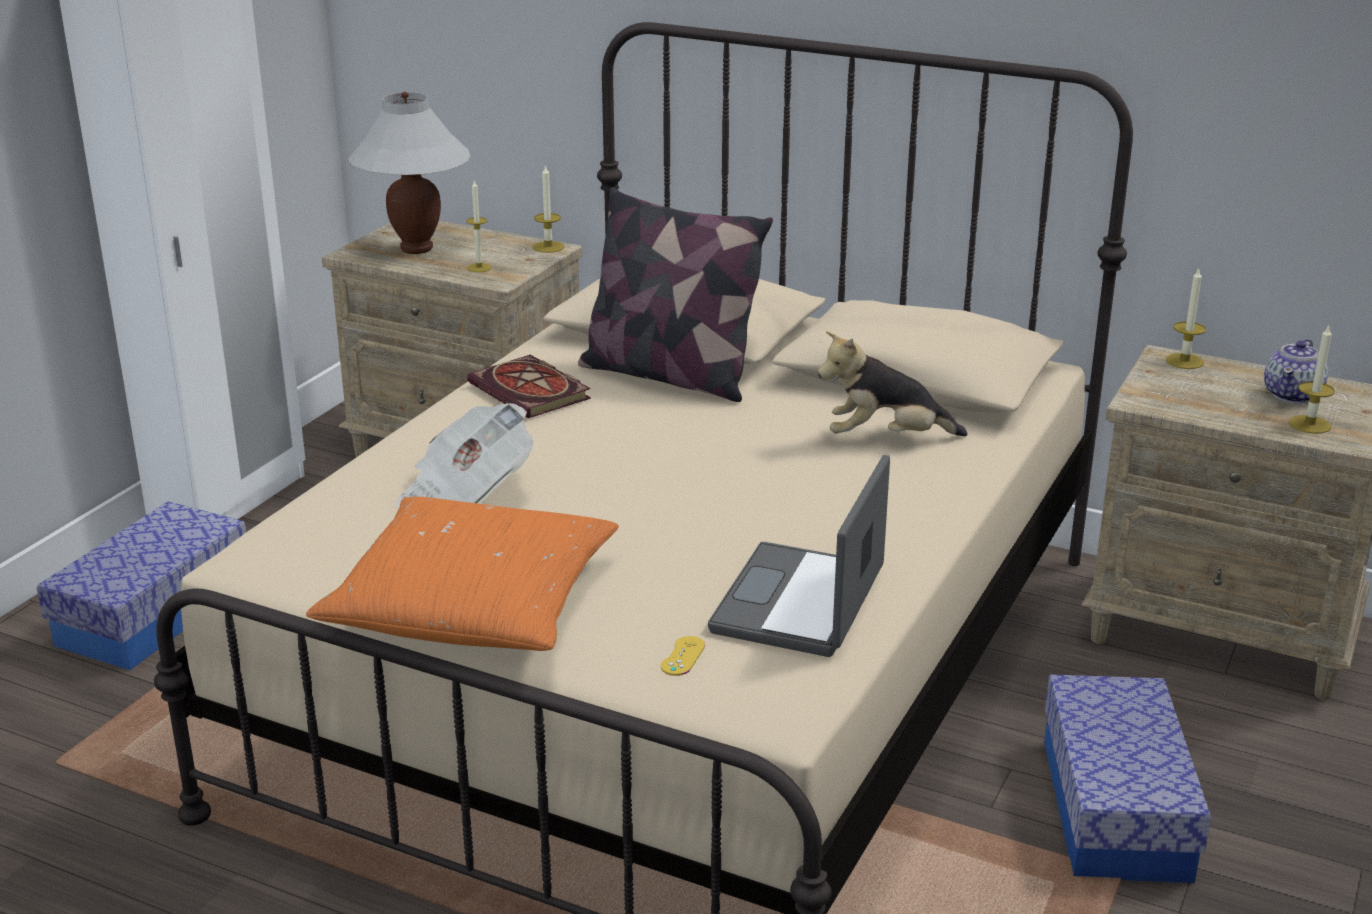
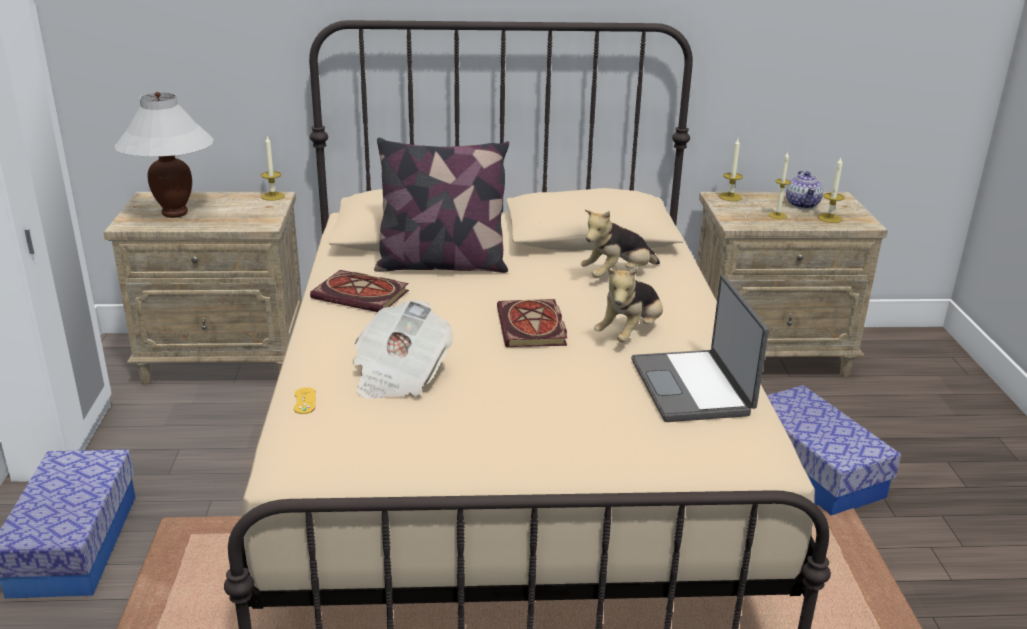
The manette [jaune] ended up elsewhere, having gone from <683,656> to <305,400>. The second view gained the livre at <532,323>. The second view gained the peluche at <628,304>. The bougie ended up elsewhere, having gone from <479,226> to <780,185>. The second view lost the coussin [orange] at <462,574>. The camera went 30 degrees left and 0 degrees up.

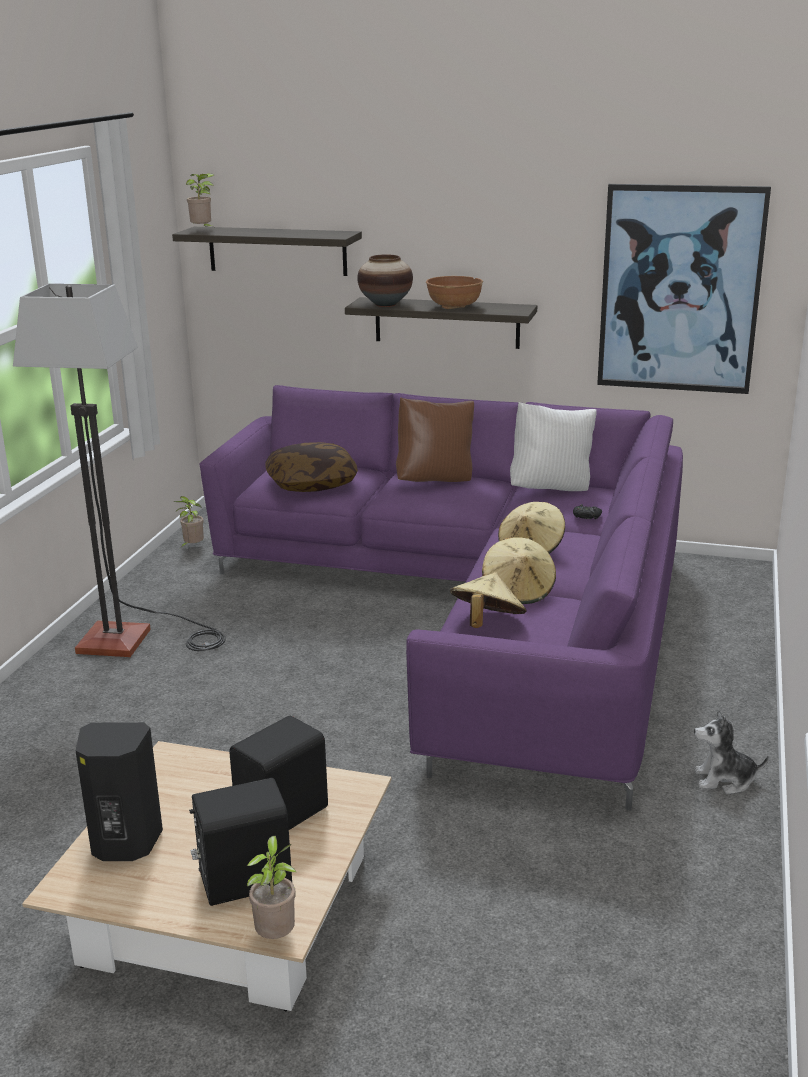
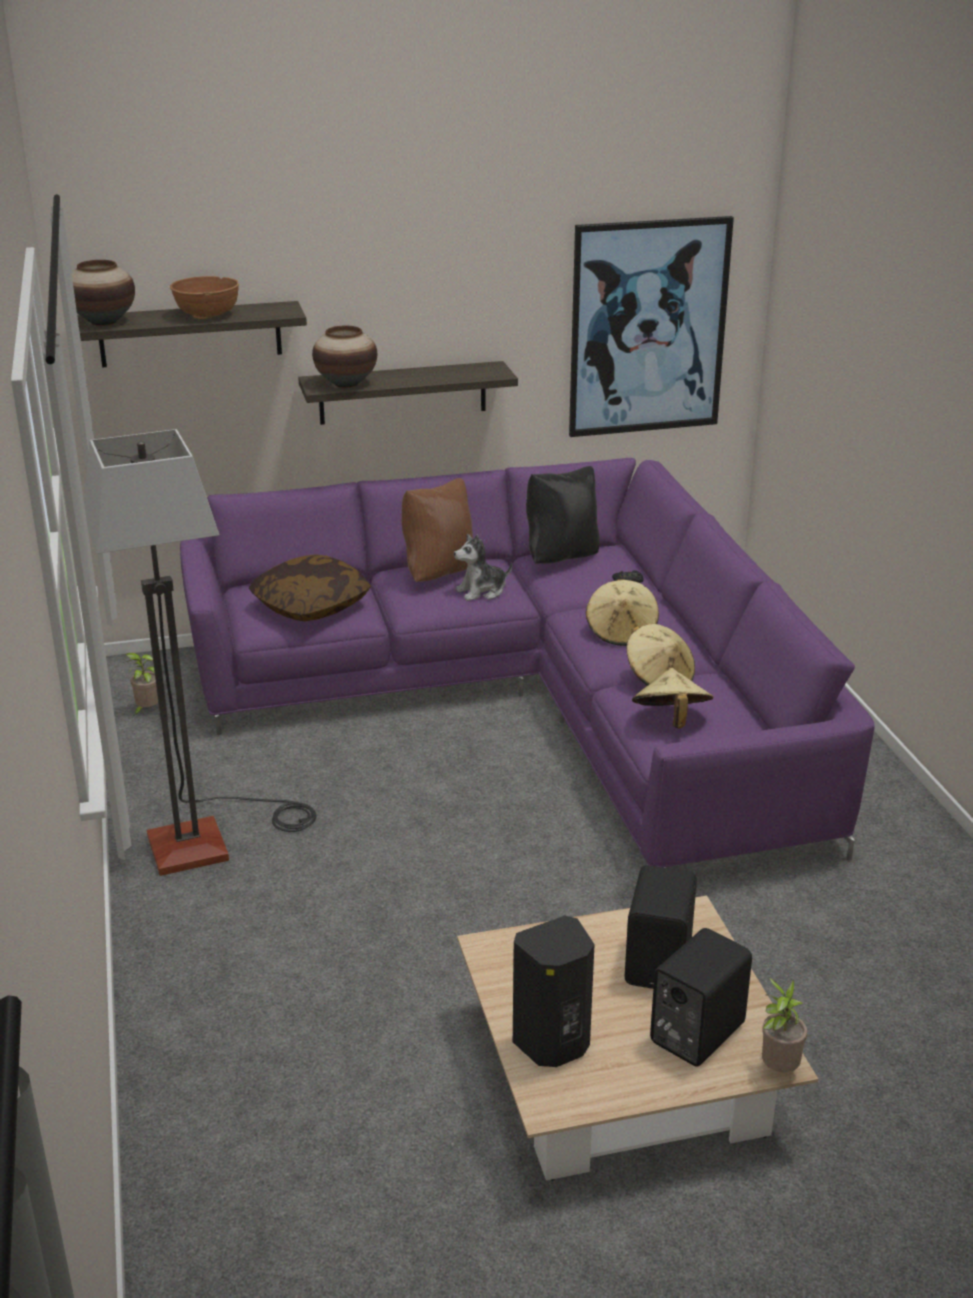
Where the plante en pot stood at <200,200>, the vase came to stand at <103,293>. The bol [marron] ended up elsewhere, having gone from <454,292> to <204,297>. The peluche ended up elsewhere, having gone from <731,752> to <483,567>. What was the coussin [blanc] at <553,446> turned into the coussin [noir] at <563,515>. The camera went 30 degrees left and 5 degrees up.

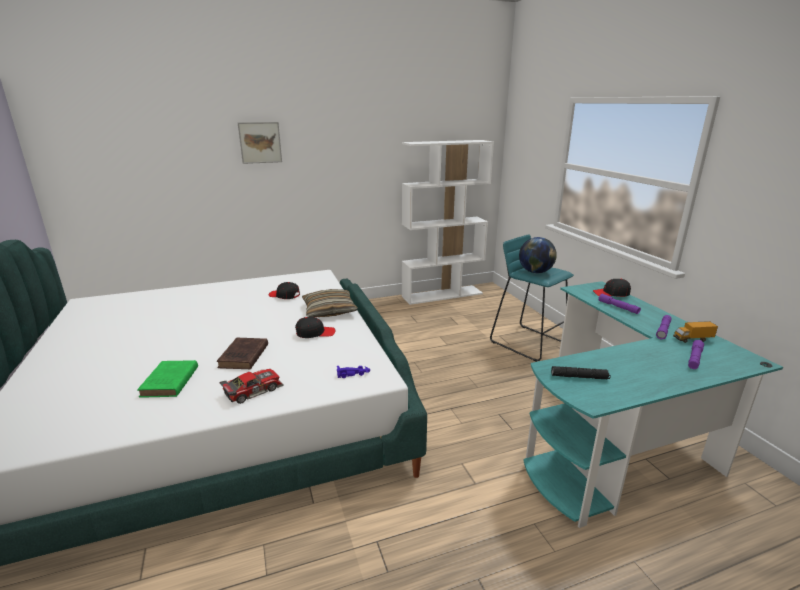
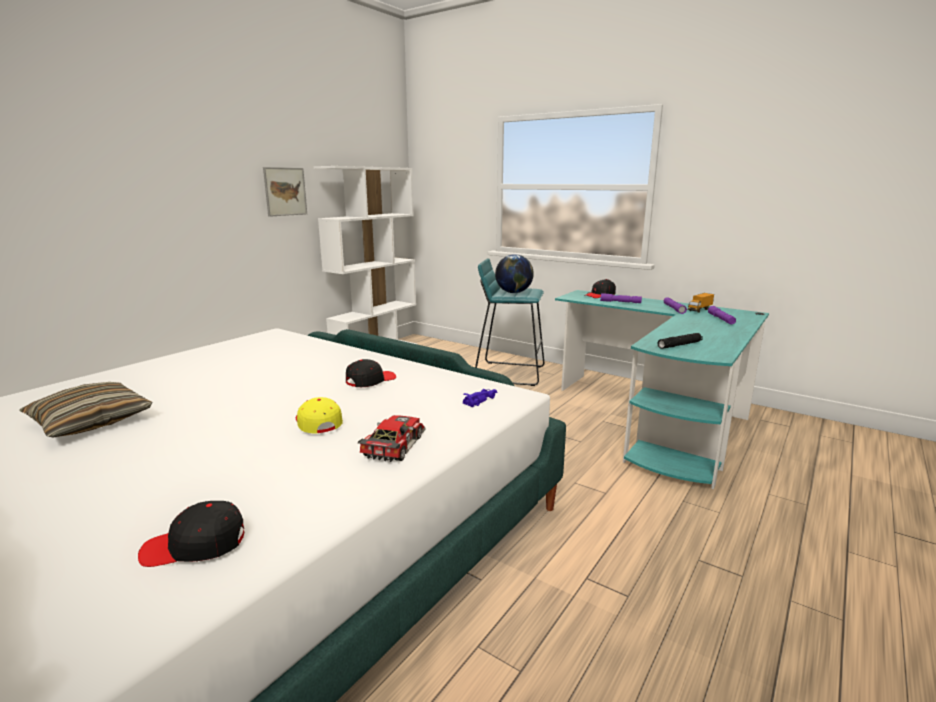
The coussin ended up elsewhere, having gone from <330,303> to <85,409>. The casquette [noir] ended up elsewhere, having gone from <284,290> to <191,534>. The tableau ended up elsewhere, having gone from <260,143> to <285,192>. Where the livre [marron] stood at <242,353>, the casquette [jaune] came to stand at <319,415>. The second view lost the livre [vert] at <167,378>. The camera went 35 degrees left and 5 degrees down.

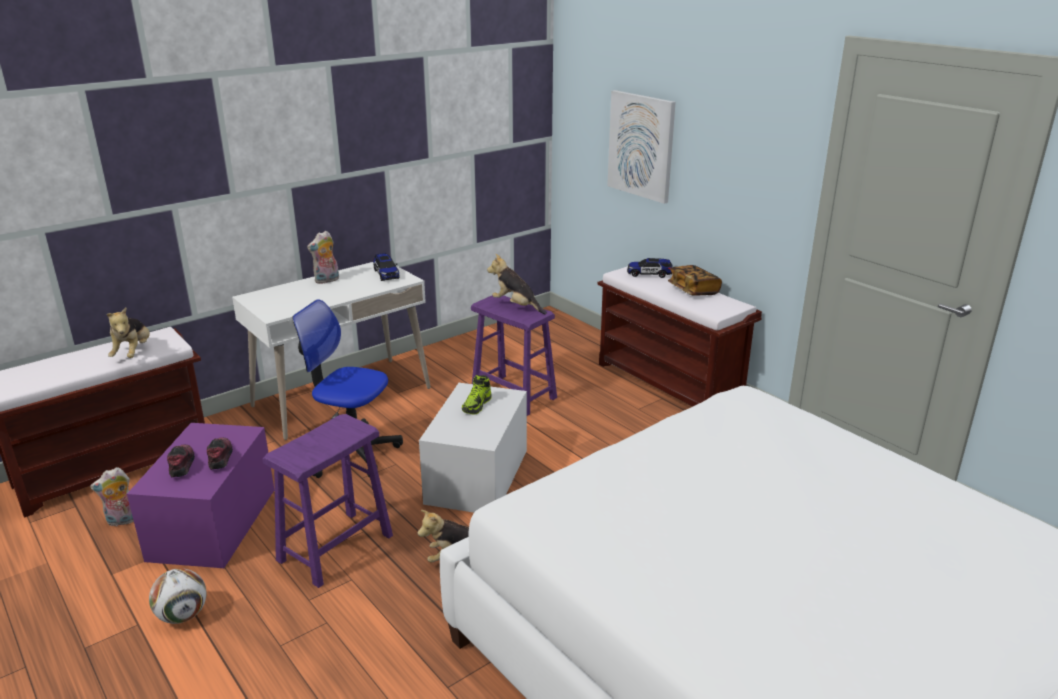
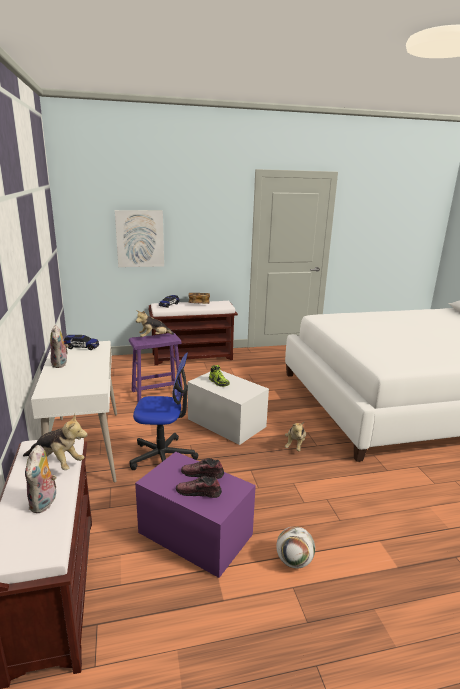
The peluche ended up elsewhere, having gone from <112,497> to <41,479>. The chaise de bureau at <348,388> ended up facing another way, 135 degrees counterclockwise from before. The second view lost the tabouret [violet] at <327,501>. The camera went 65 degrees left and 5 degrees down.

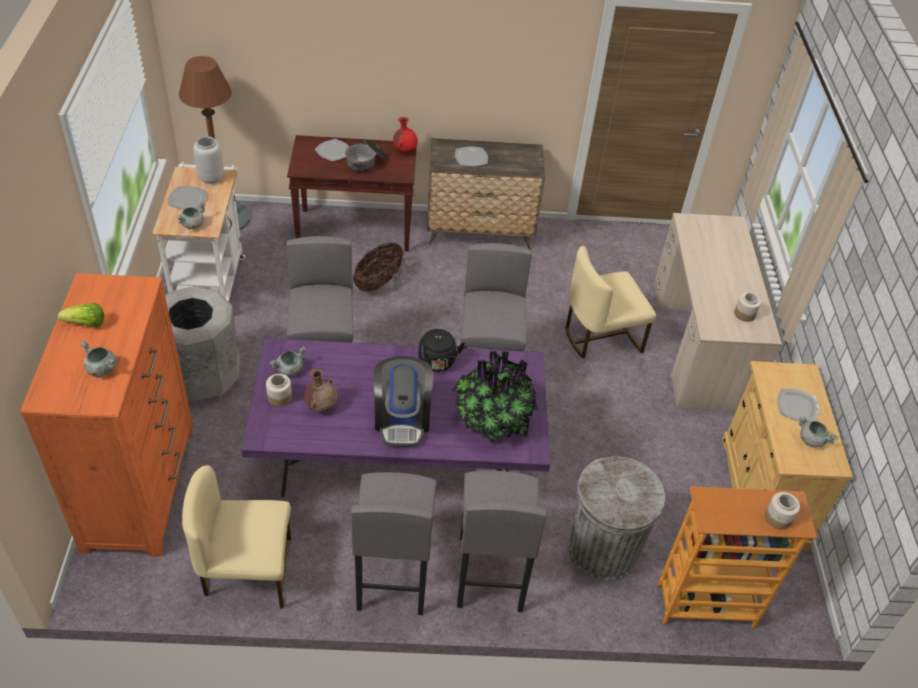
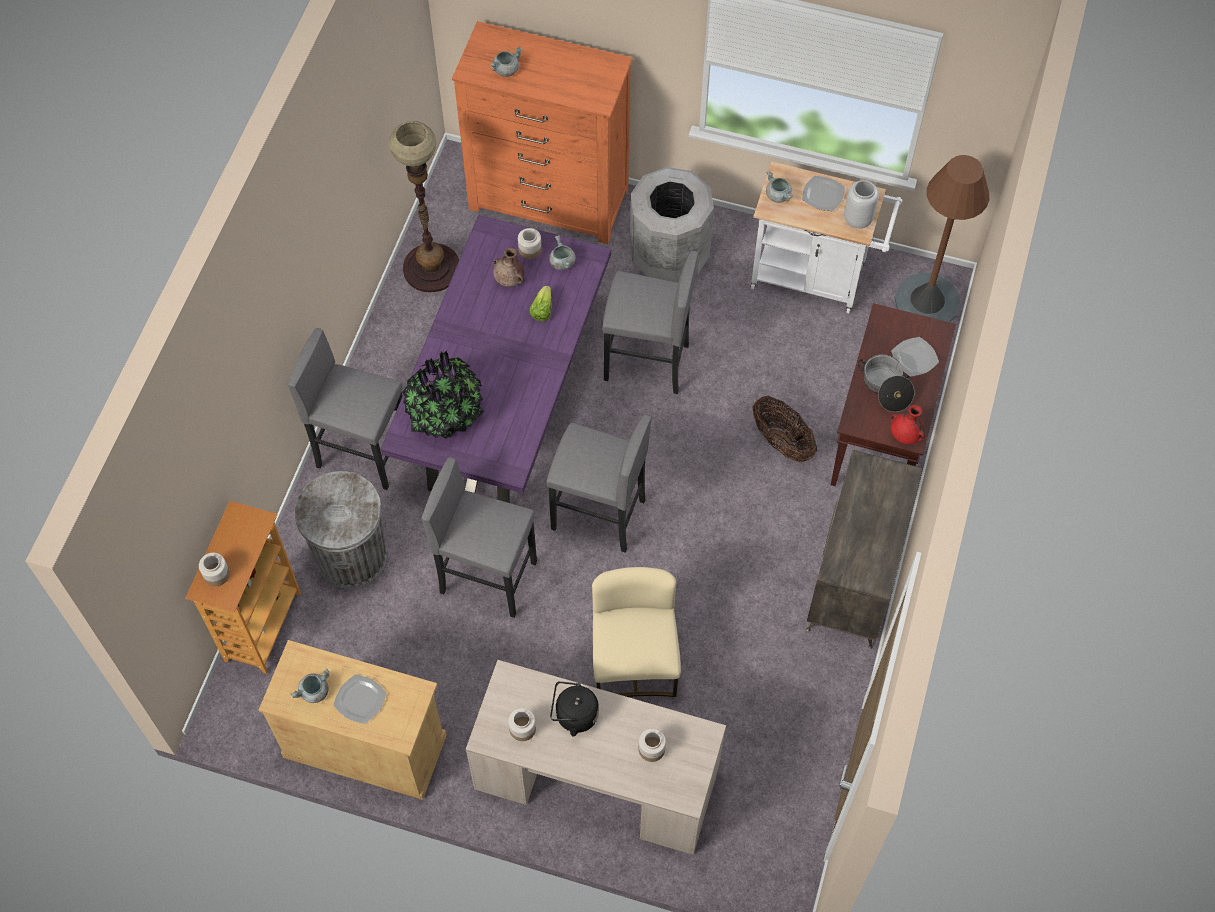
Where the chaise [beige] stood at <236,537>, the lampadaire came to stand at <424,206>. The tabouret [gris] ended up elsewhere, having gone from <393,543> to <479,537>. The laitue ended up elsewhere, having gone from <81,315> to <540,303>. The bouilloire [noir] ended up elsewhere, having gone from <441,350> to <574,709>. The second view gained the bocal at <652,745>. The second view lost the machine à café at <403,401>. The second view lost the assiette at <471,156>. The camera went 110 degrees right and 15 degrees up.

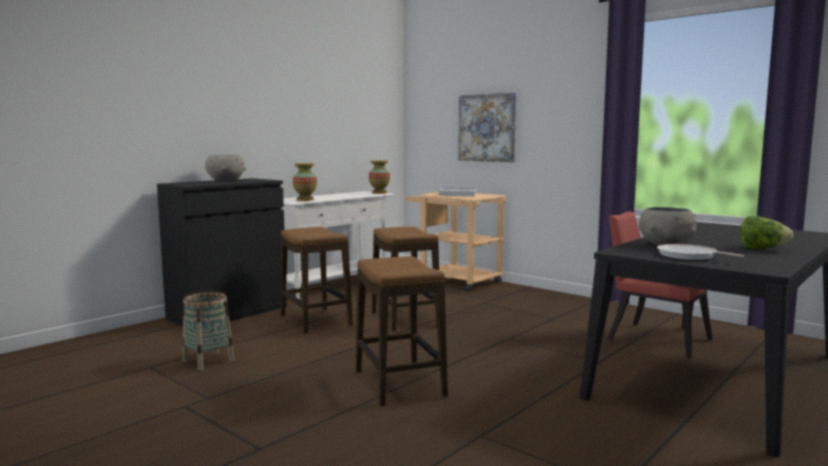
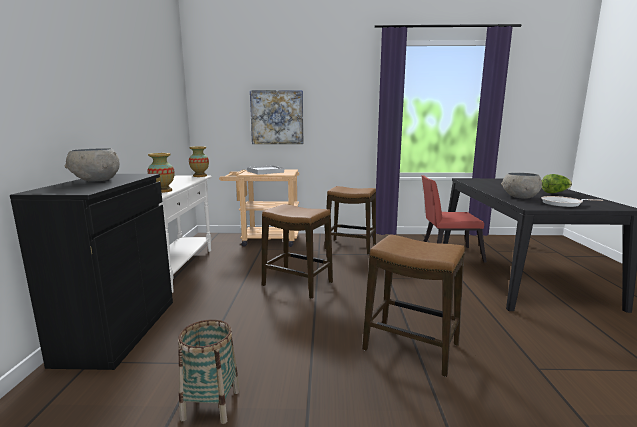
The tabouret ended up elsewhere, having gone from <317,280> to <350,220>. The camera went 40 degrees left and 5 degrees up.

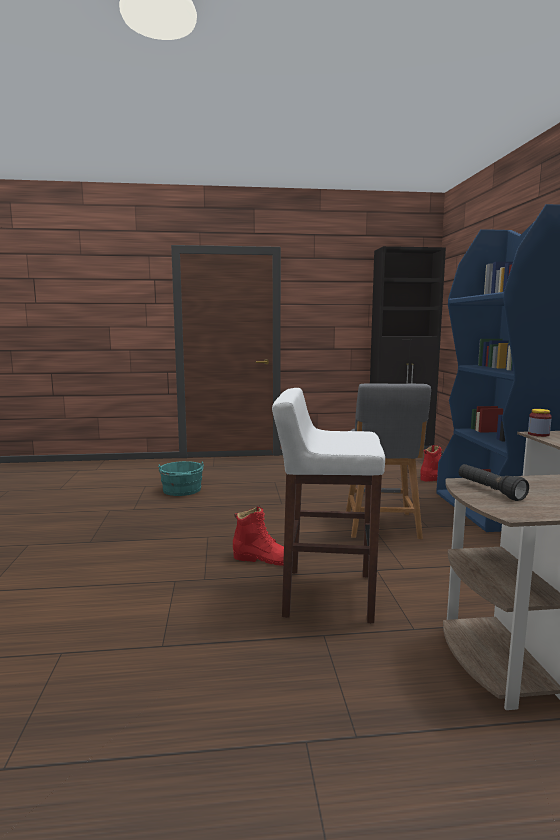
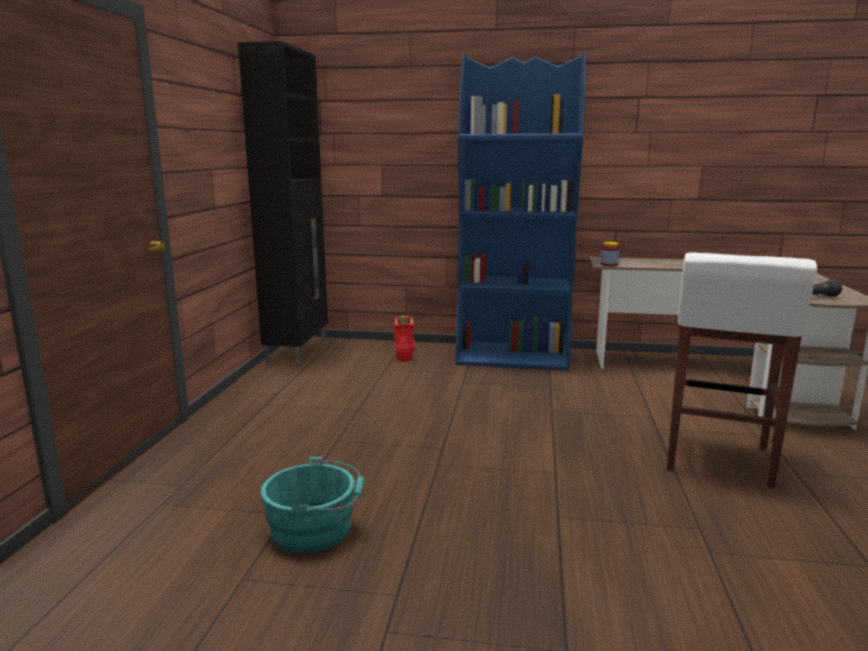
The second view lost the botte [rouge] at <258,536>. The second view lost the tabouret [gris] at <388,461>. The camera went 75 degrees left and 5 degrees up.

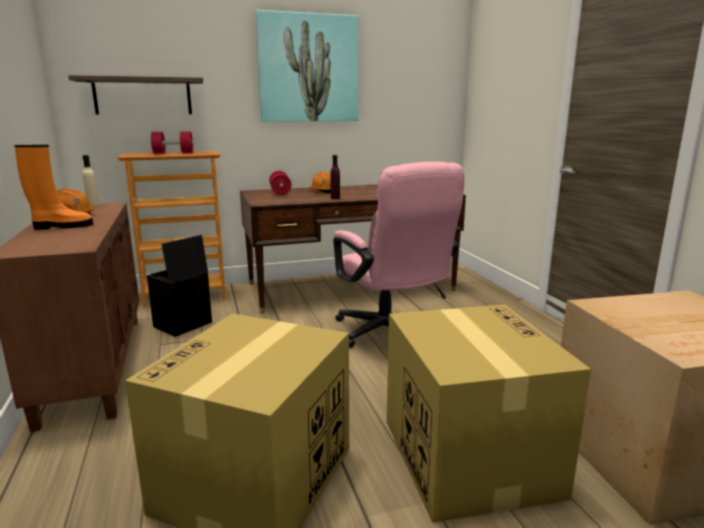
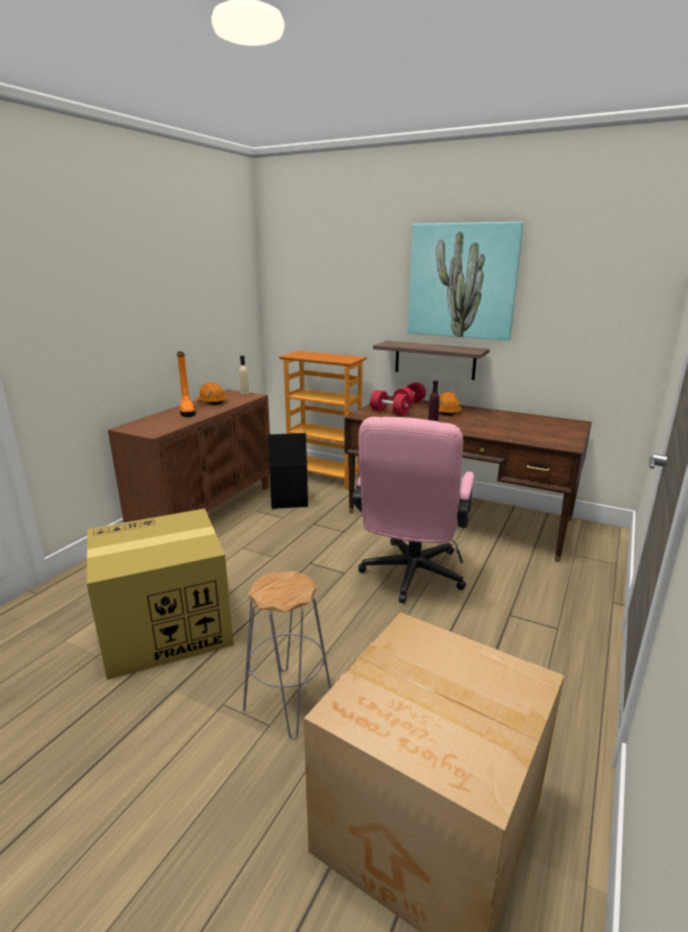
The botte [orange] at <53,187> ended up facing another way, 45 degrees clockwise from before. Where the carton stood at <489,413>, the tabouret [gris] came to stand at <287,655>. The haltère [rouge] ended up elsewhere, having gone from <172,142> to <390,403>. The étagère ended up elsewhere, having gone from <135,94> to <431,360>. The camera went 45 degrees right and 5 degrees up.

